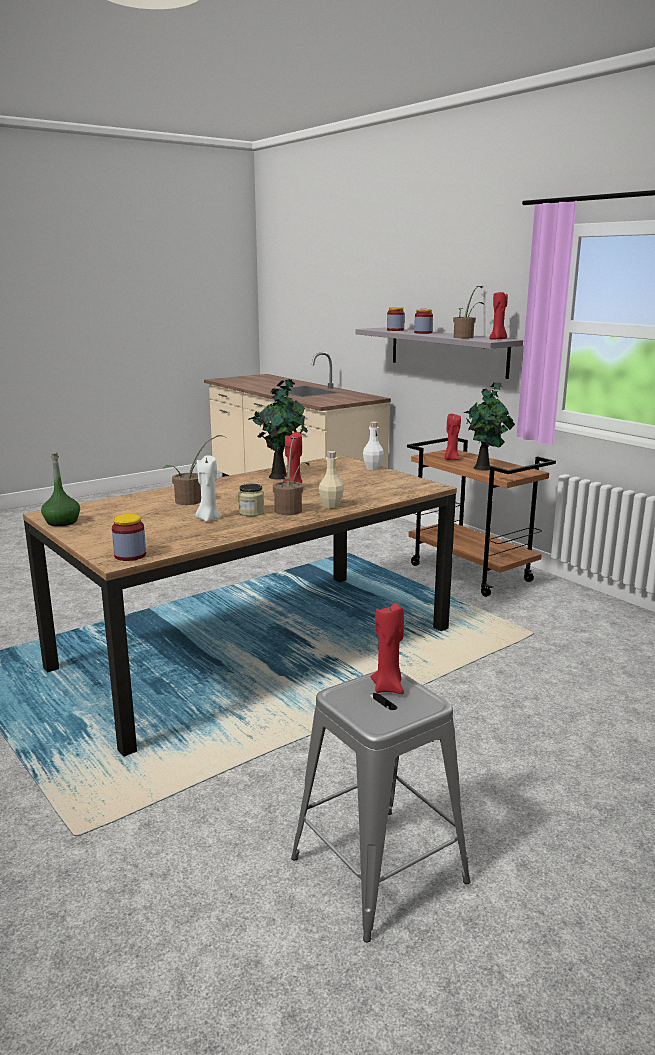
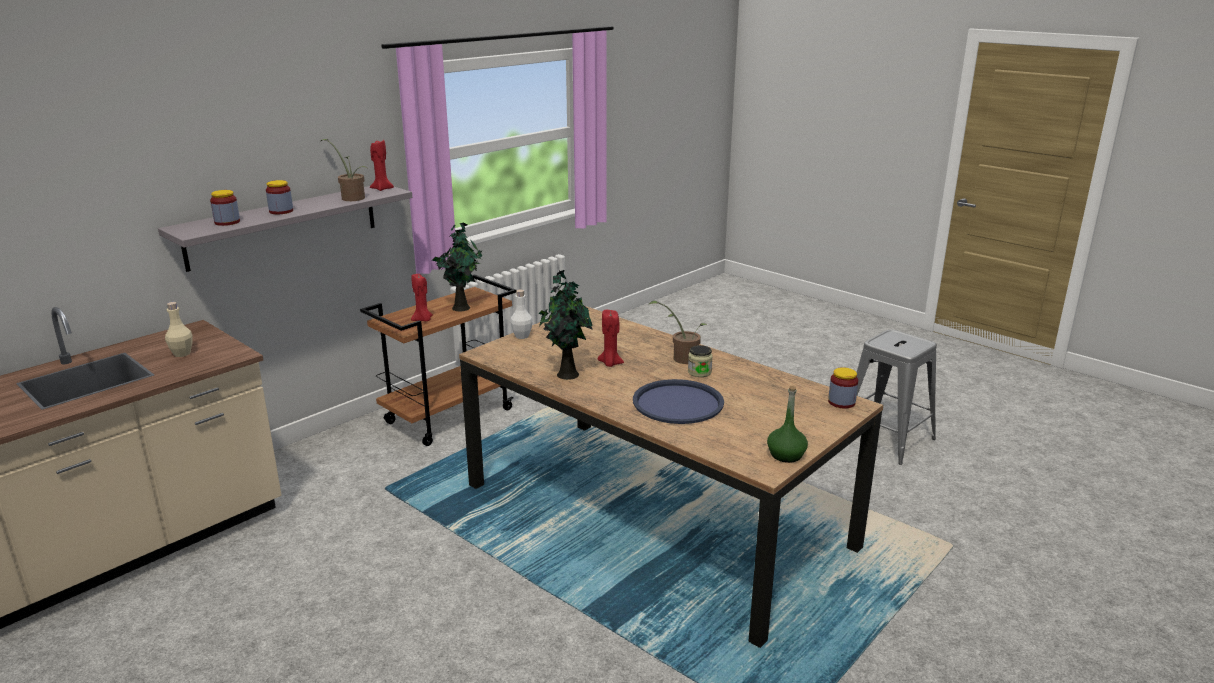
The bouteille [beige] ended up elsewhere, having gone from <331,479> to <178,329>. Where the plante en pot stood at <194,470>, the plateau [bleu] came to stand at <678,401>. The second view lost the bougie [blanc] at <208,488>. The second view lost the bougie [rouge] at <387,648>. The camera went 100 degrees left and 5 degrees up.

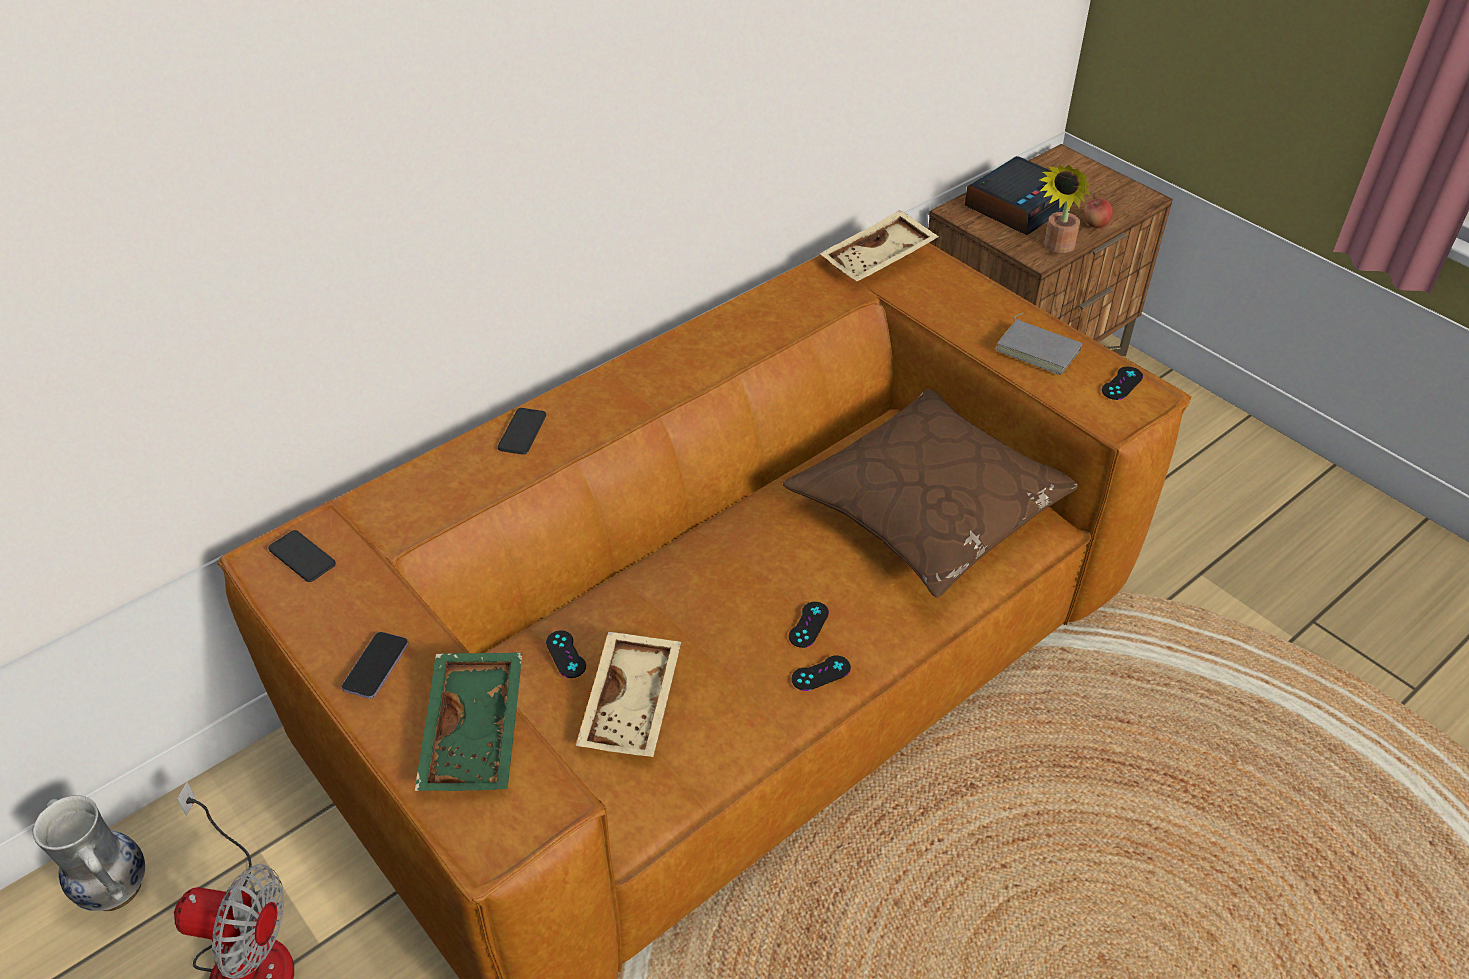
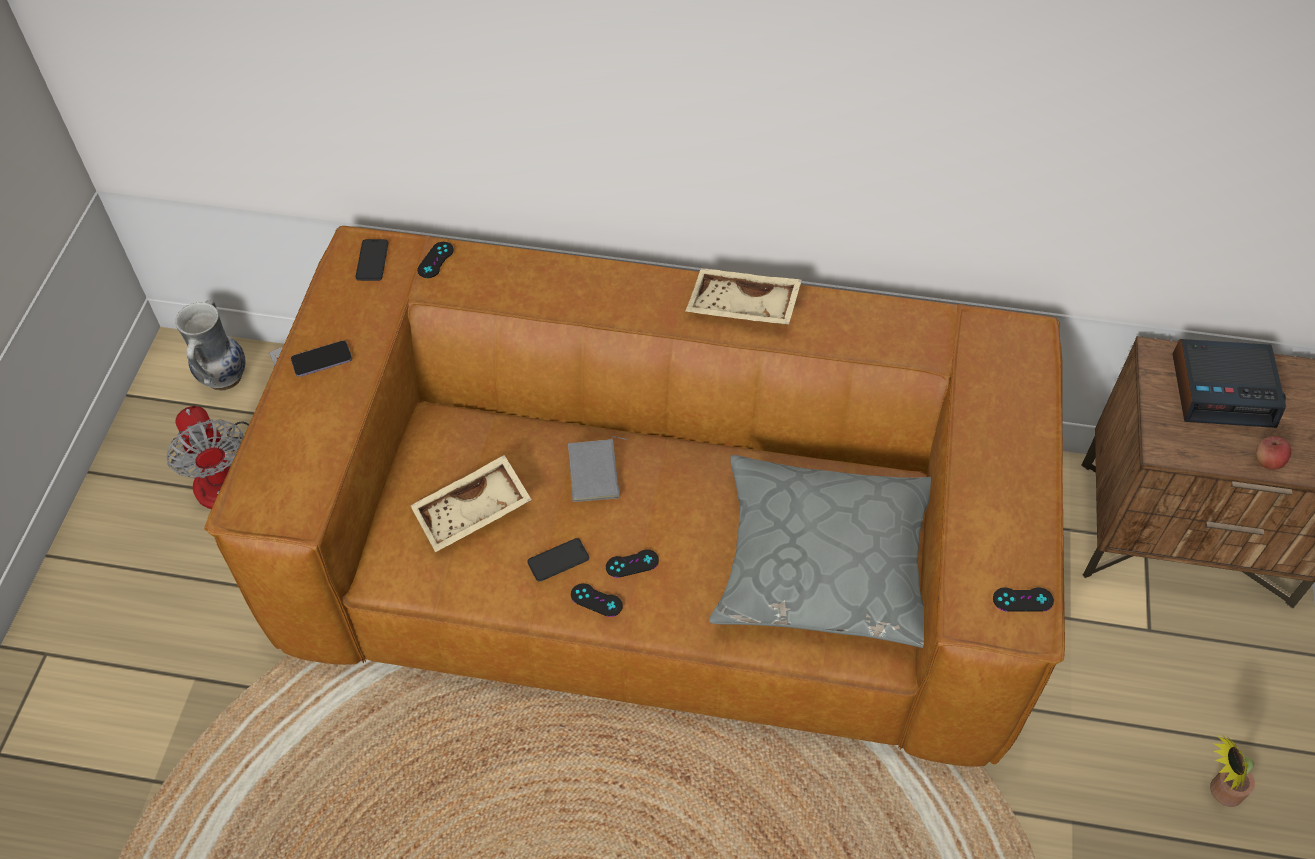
The manette [noir] ended up elsewhere, having gone from <566,654> to <435,260>. The téléphone ended up elsewhere, having gone from <522,431> to <558,560>. The livre [gris] ended up elsewhere, having gone from <1039,343> to <598,469>. The plateau [beige] ended up elsewhere, having gone from <879,246> to <744,296>. What was the coussin [marron] at <930,493> turned into the coussin [gris] at <820,551>. The plante en pot ended up elsewhere, having gone from <1065,208> to <1232,770>. The second view lost the plateau [vert] at <468,722>. The camera went 50 degrees right and 10 degrees up.

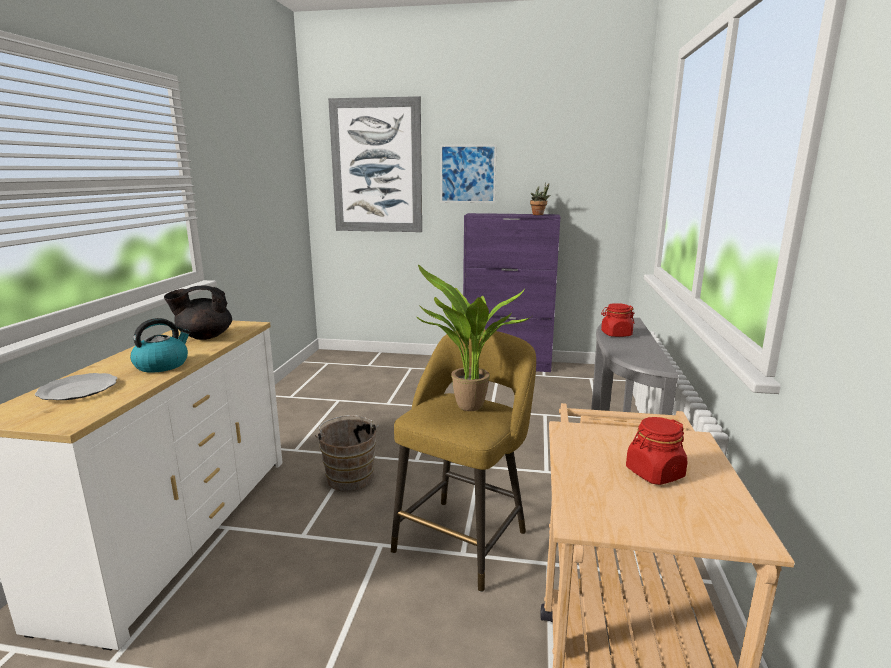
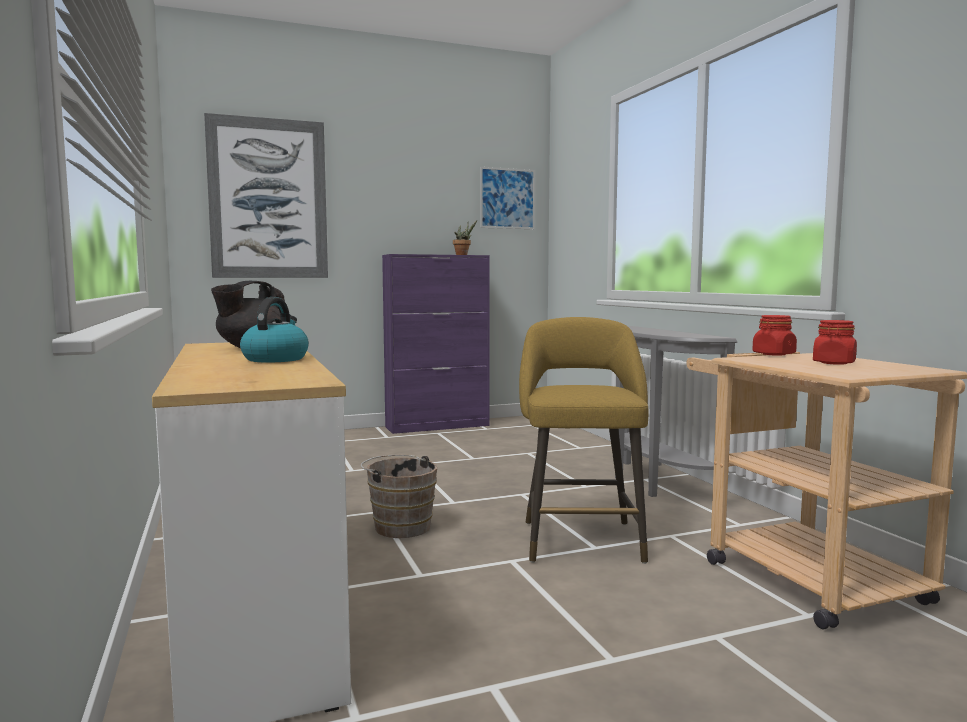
The tableau ended up elsewhere, having gone from <468,173> to <507,198>. The bocal [rouge] ended up elsewhere, having gone from <617,320> to <774,335>. The second view lost the assiette at <76,386>. The second view lost the plante en pot at <474,337>. The camera went 30 degrees left and 10 degrees down.

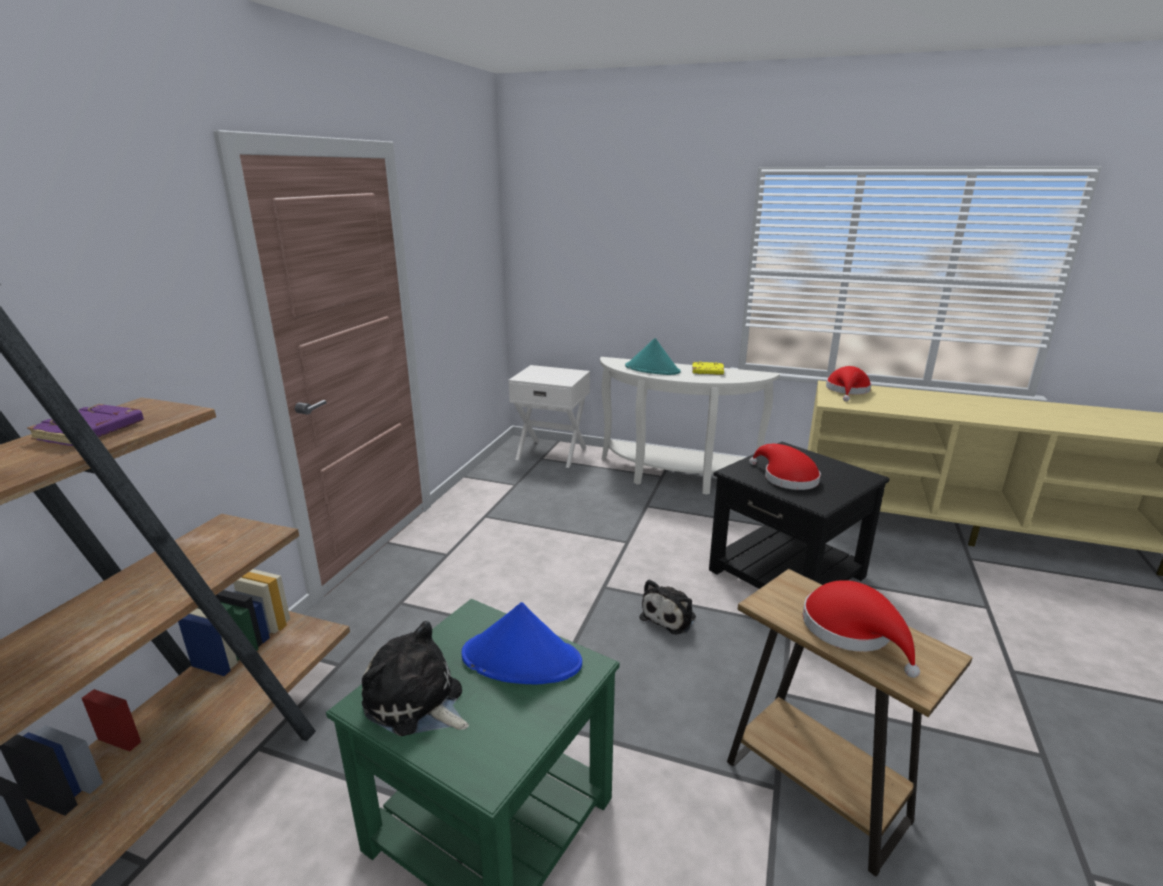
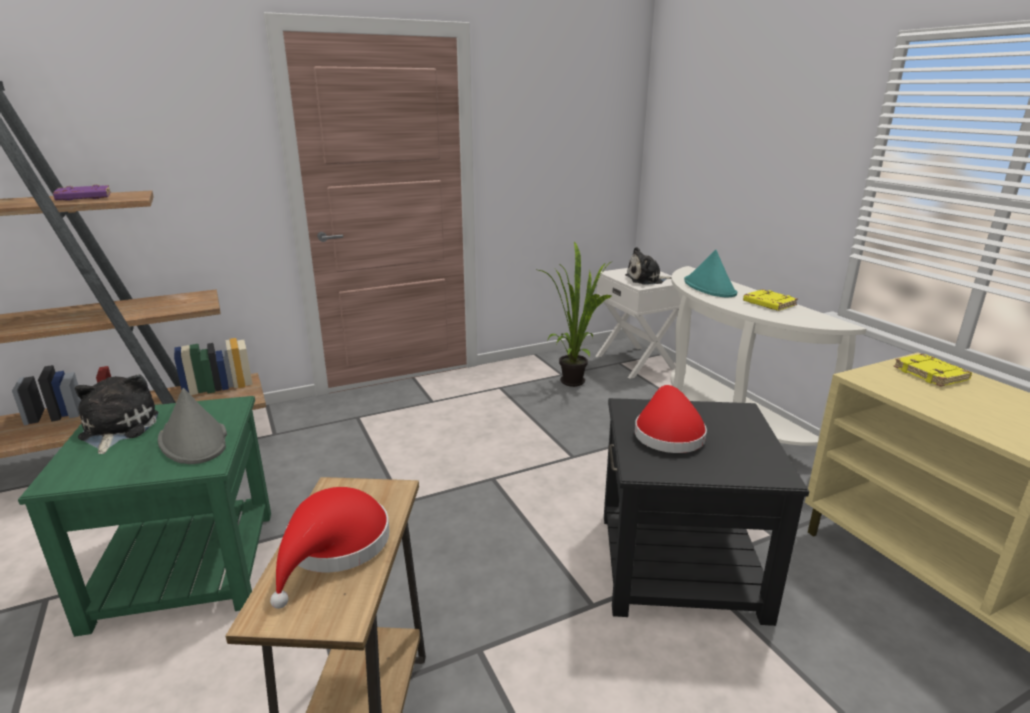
What was the chapeau [bleu] at <521,643> turned into the chapeau [gris] at <192,426>. The second view gained the plante en pot at <575,314>. The peluche ended up elsewhere, having gone from <668,607> to <648,266>. Where the chapeau [rouge] stood at <848,383>, the livre [jaune] came to stand at <932,370>. The camera went 45 degrees right and 0 degrees up.

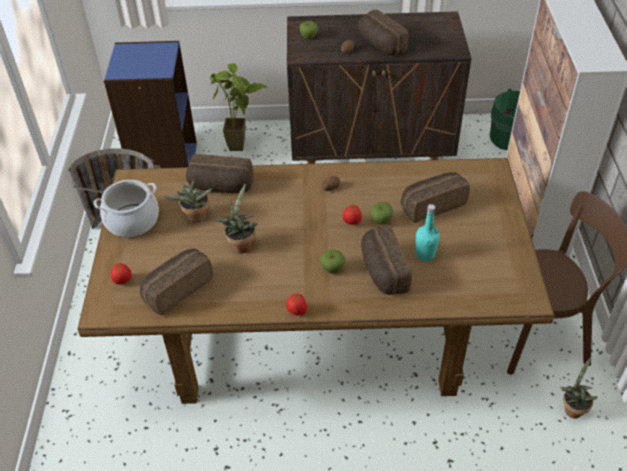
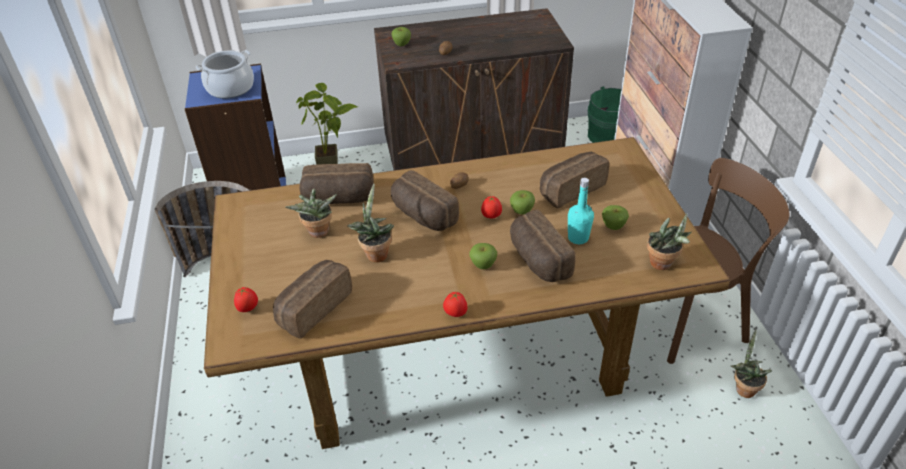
The marmite ended up elsewhere, having gone from <126,208> to <225,74>. The pain ended up elsewhere, having gone from <383,32> to <425,200>. The second view gained the pomme at <615,217>. The second view gained the plante en pot at <669,241>. The camera went 10 degrees left and 5 degrees down.

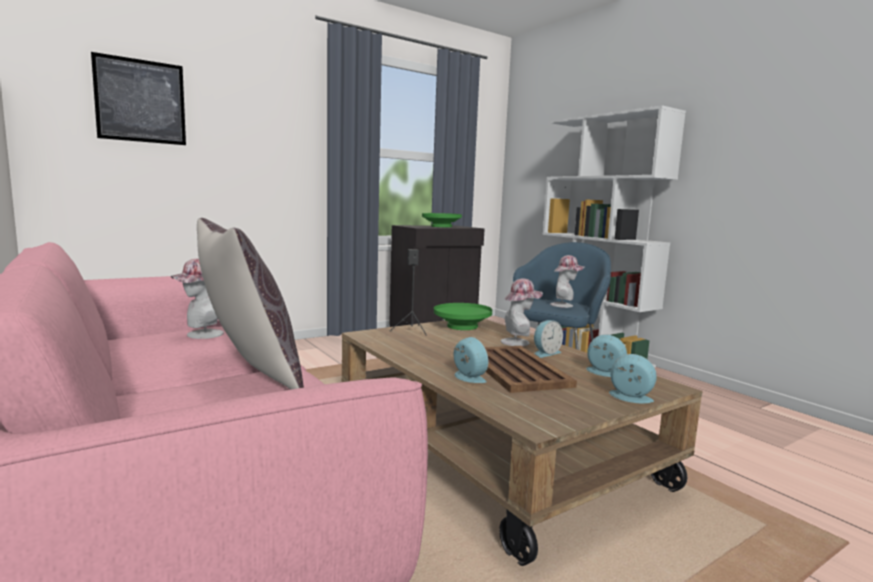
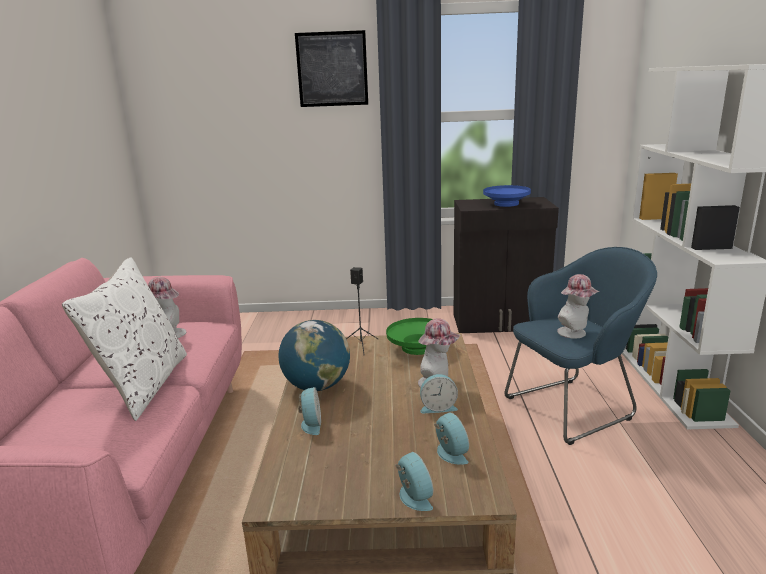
What was the coussin [marron] at <250,304> turned into the coussin [blanc] at <124,339>. The second view gained the globe at <314,355>. The tableau ended up elsewhere, having gone from <138,98> to <331,68>. What was the bol [vert] at <442,220> turned into the bol [bleu] at <507,196>. The second view lost the plateau [marron] at <531,369>. The camera went 35 degrees right and 10 degrees up.

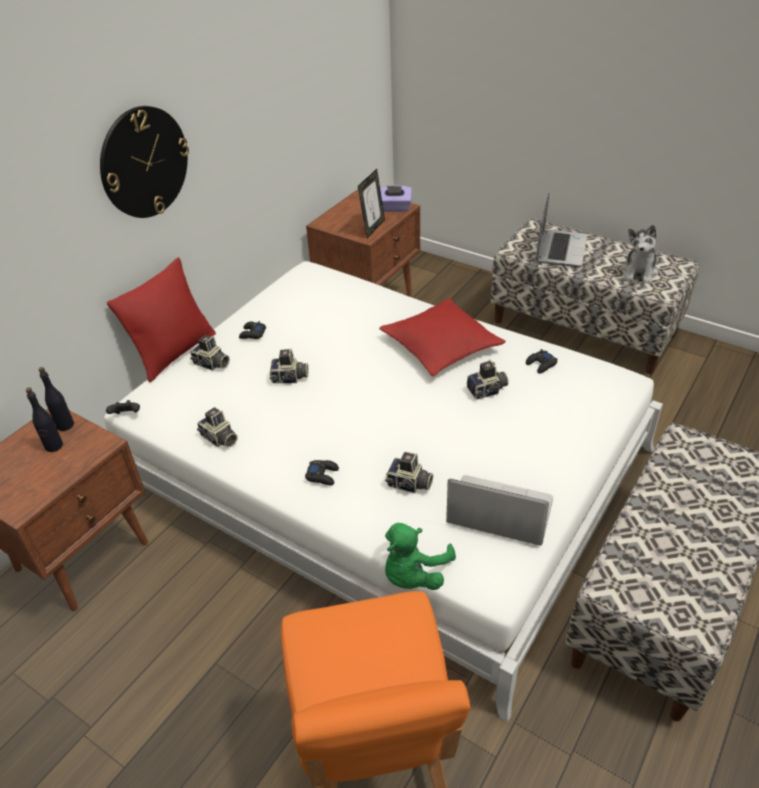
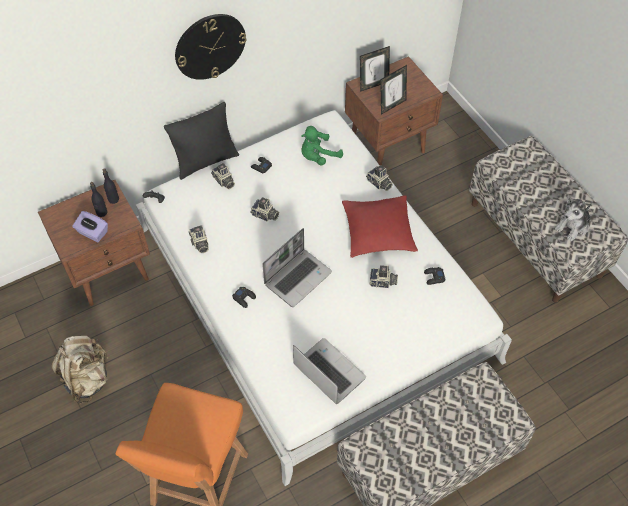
The second view gained the sac à dos [beige] at <80,370>. The boîte à mouchoirs [violet] ended up elsewhere, having gone from <396,198> to <90,226>. What was the coussin [rouge] at <161,319> turned into the coussin [noir] at <201,141>. The ordinateur portable ended up elsewhere, having gone from <561,230> to <297,267>. The peluche [vert] ended up elsewhere, having gone from <420,556> to <322,146>. The second view gained the cadre photo at <375,69>. The appareil photo ended up elsewhere, having gone from <409,472> to <379,178>. The camera went 25 degrees right and 15 degrees up.

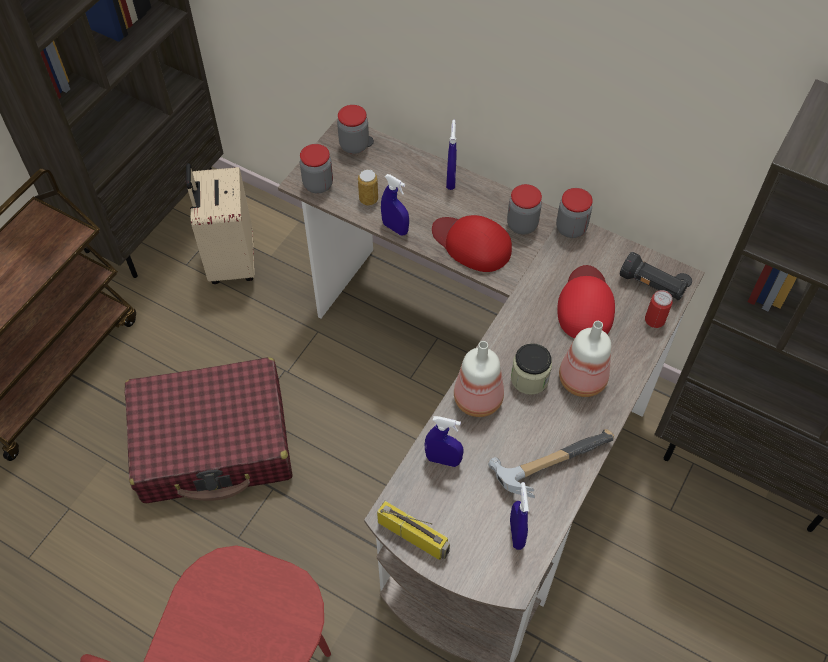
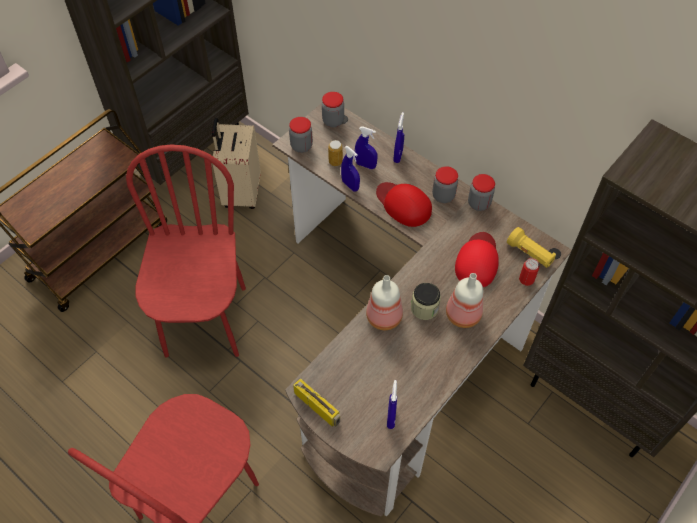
Where the valise [rouge] stood at <209,430>, the chaise [rouge] came to stand at <186,251>. The vaporisateur [bleu] ended up elsewhere, having gone from <444,441> to <366,148>. What was the lampe de poche [noir] at <654,276> turned into the lampe de poche [jaune] at <531,247>. The second view lost the marteau at <551,463>. The camera went 10 degrees right and 0 degrees up.

